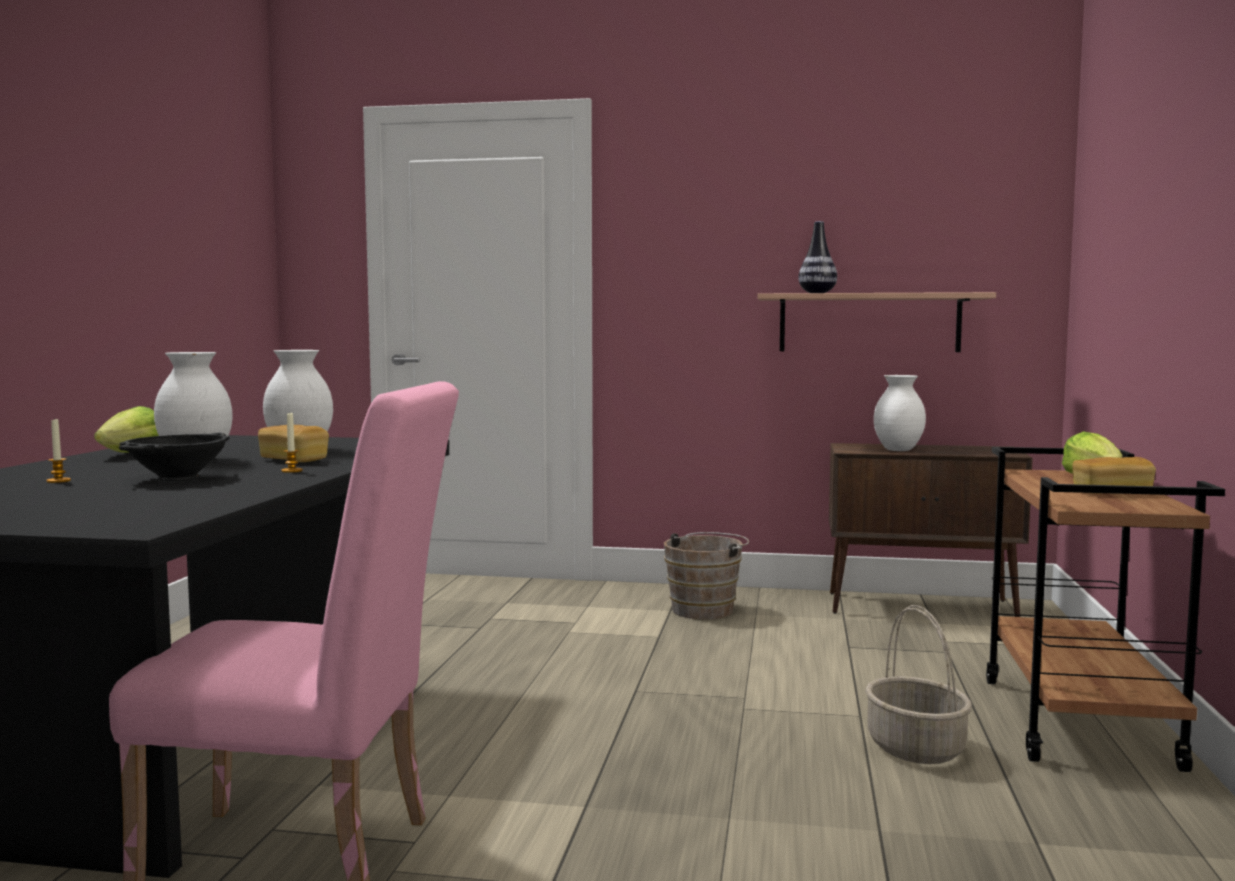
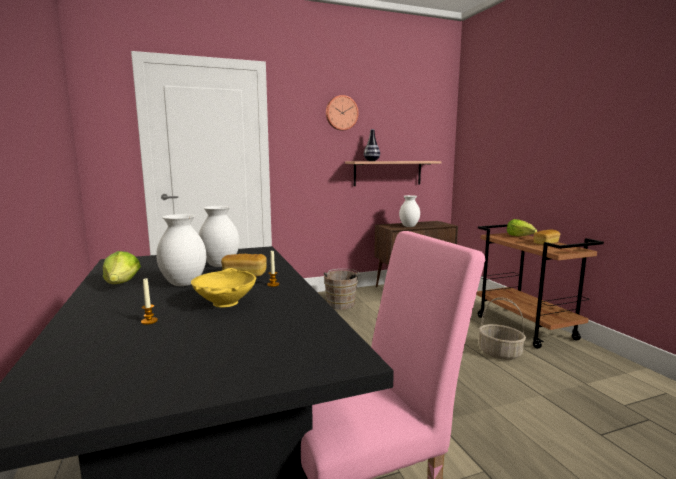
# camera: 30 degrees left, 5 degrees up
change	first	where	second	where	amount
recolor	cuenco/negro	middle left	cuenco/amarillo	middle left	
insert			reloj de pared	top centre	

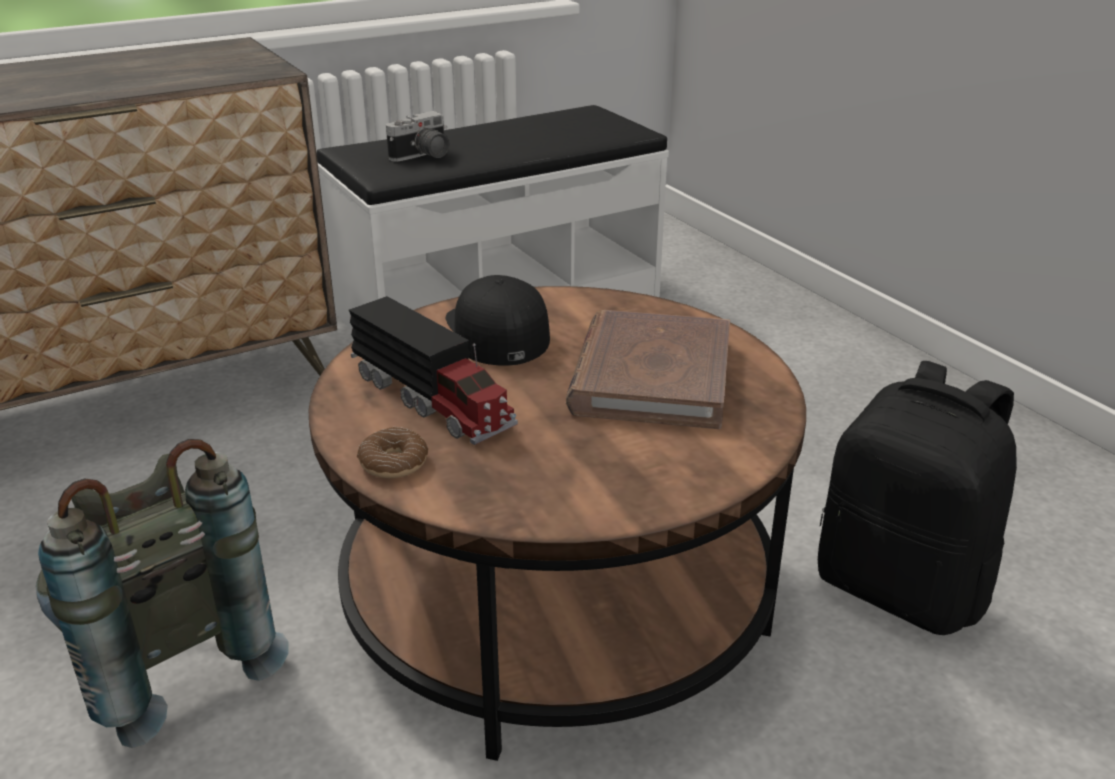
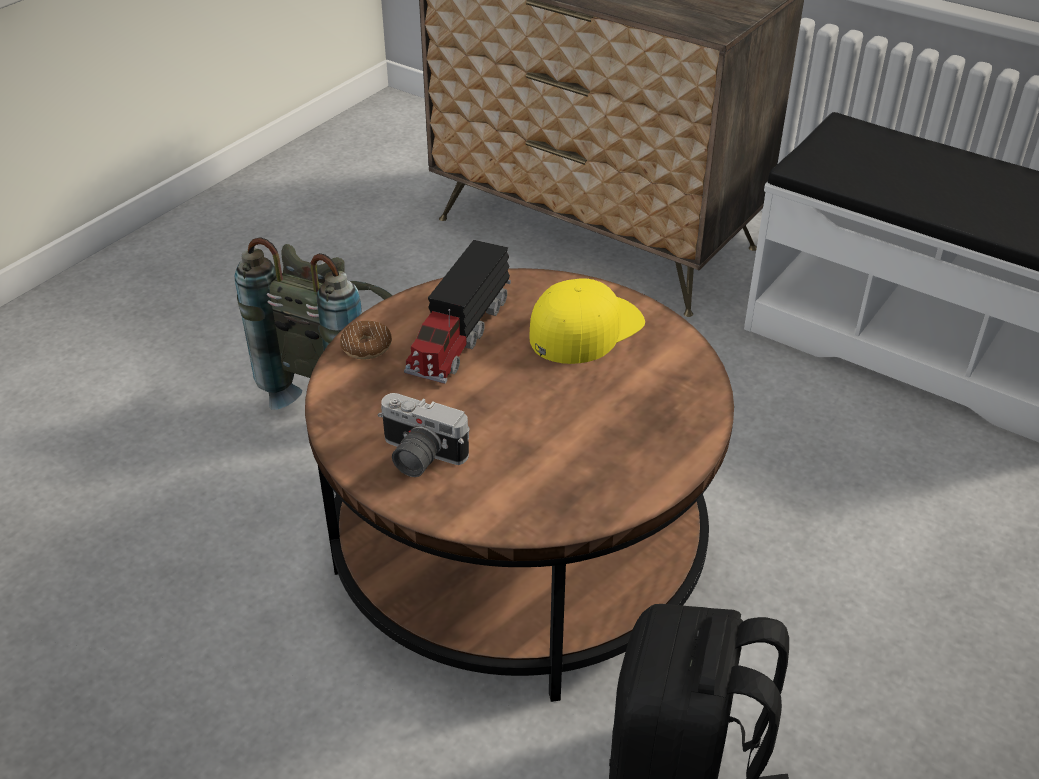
# camera: 65 degrees right, 10 degrees up
change	first	where	second	where	amount
move	cámara	top centre		centre	
recolor	gorra/negro	centre	gorra/amarillo	centre	
delete	libro/marrón	centre			

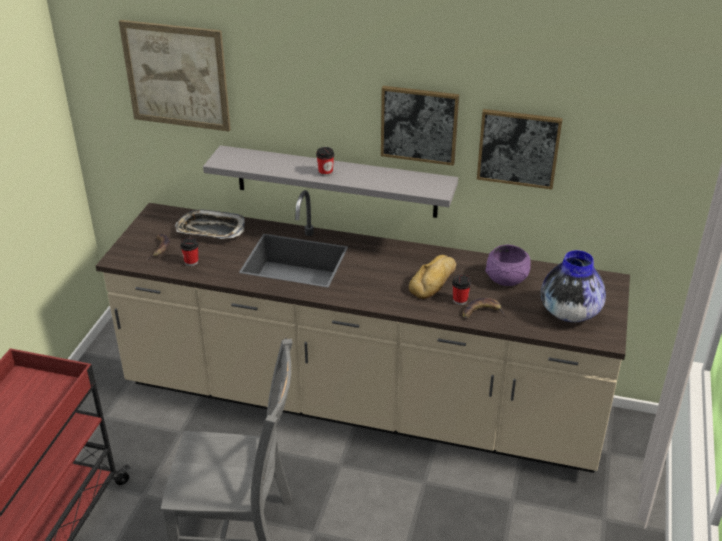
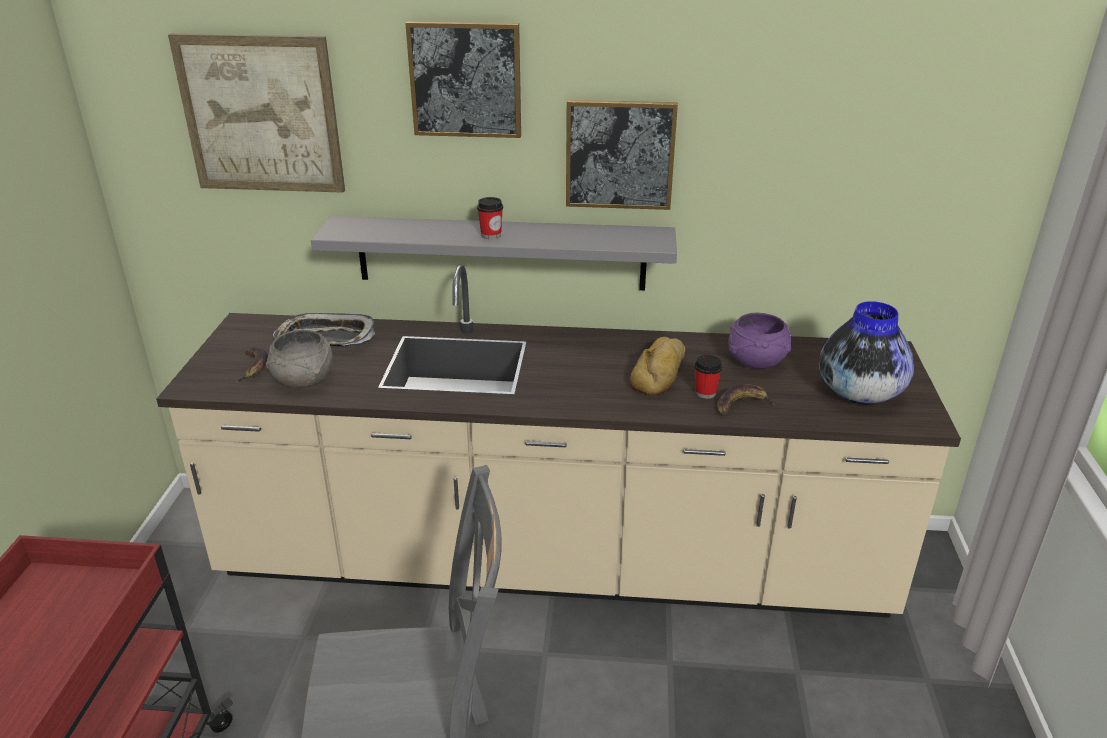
# camera: 10 degrees left, 5 degrees down
change	first	where	second	where	amount
replace	taza (1st from left)	middle left	cuenco/gris	middle left	
move	cuadro (3rd from left in the first image)	top right	cuadro (2nd from left)	top centre	

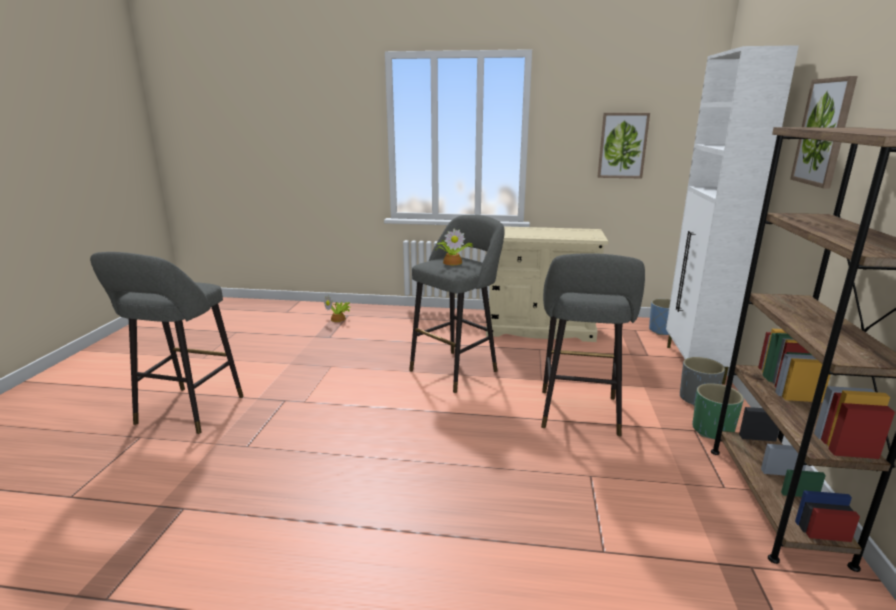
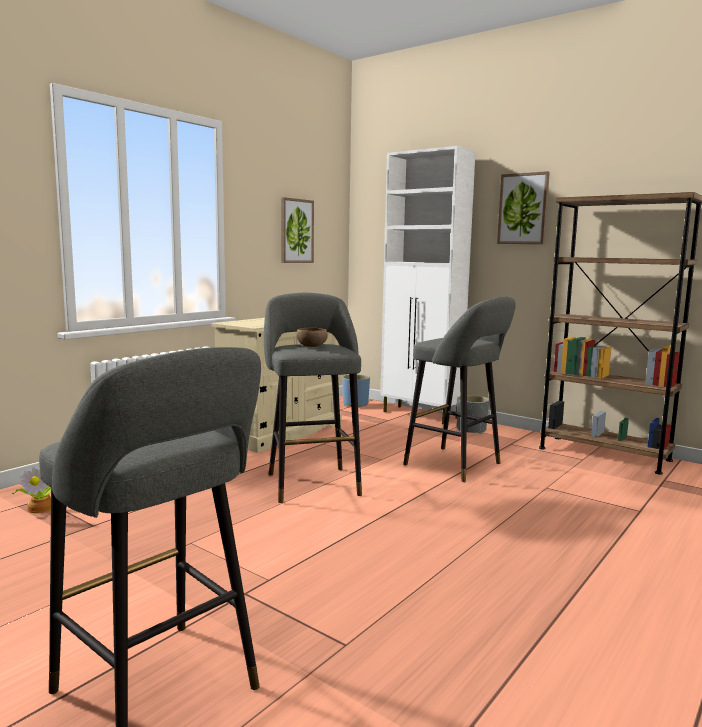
# camera: 60 degrees left, 10 degrees down
change	first	where	second	where	amount
replace	planta en maceta (2nd from left)	centre	cuenco/marrón	centre	
delete	maceta/verde	bottom right			

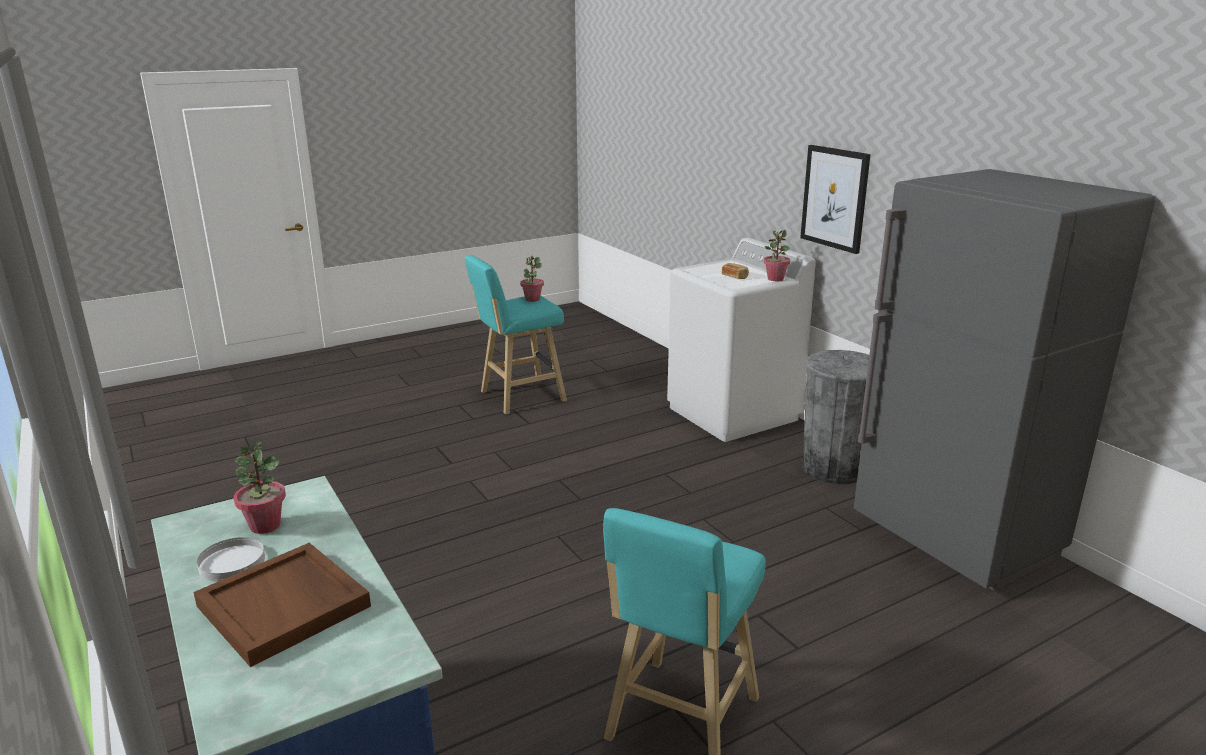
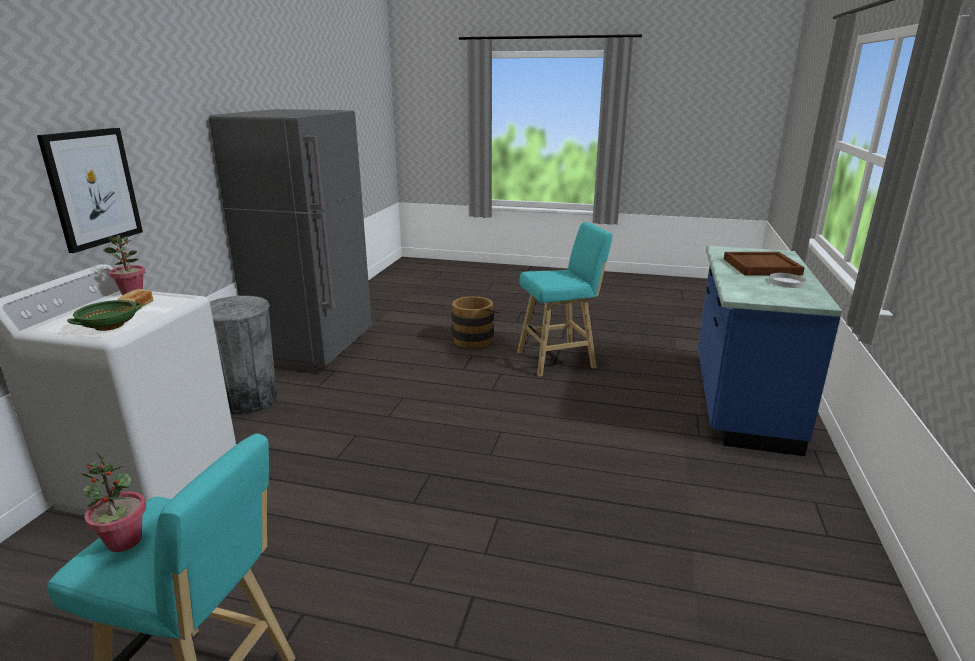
# camera: 135 degrees left, 0 degrees up
change	first	where	second	where	amount
delete	planta en maceta (1st from left)	middle left			
insert			cuenco/verde	middle left	
insert			cubo/marrón	centre	

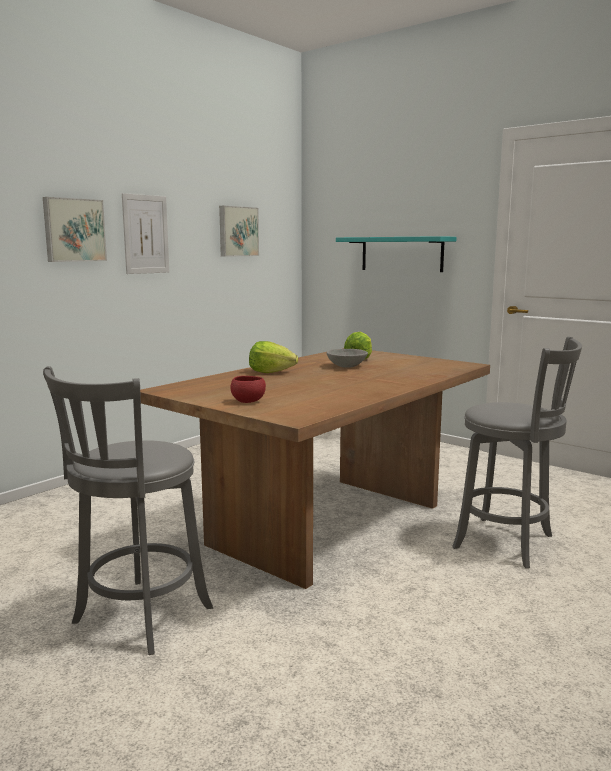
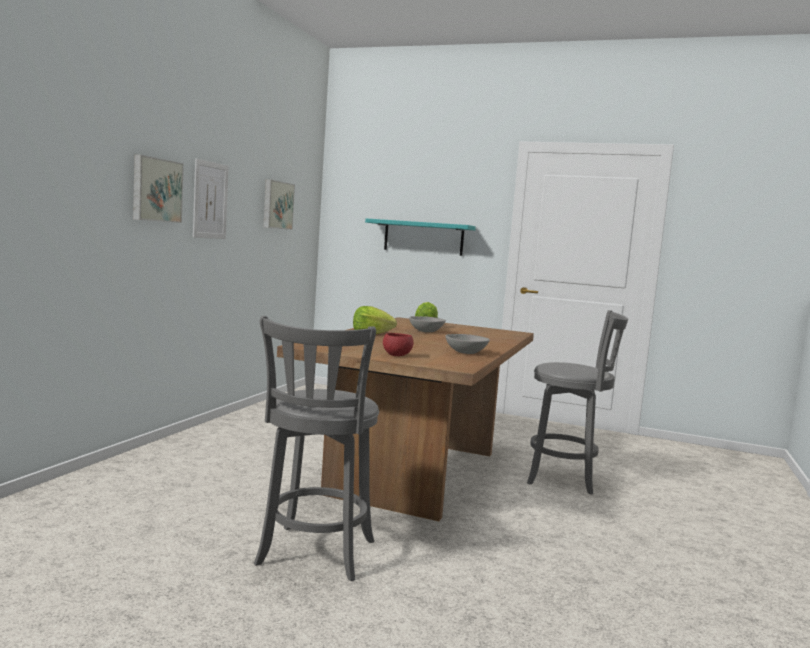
# camera: 20 degrees left, 5 degrees down
change	first	where	second	where	amount
insert			cuenco/gris (2nd from left)	centre	

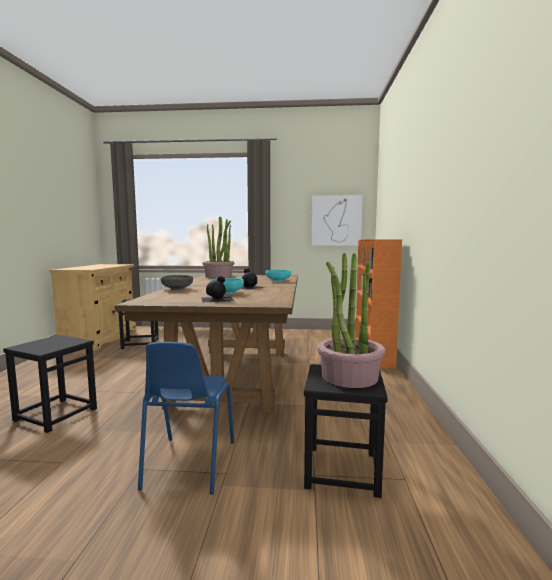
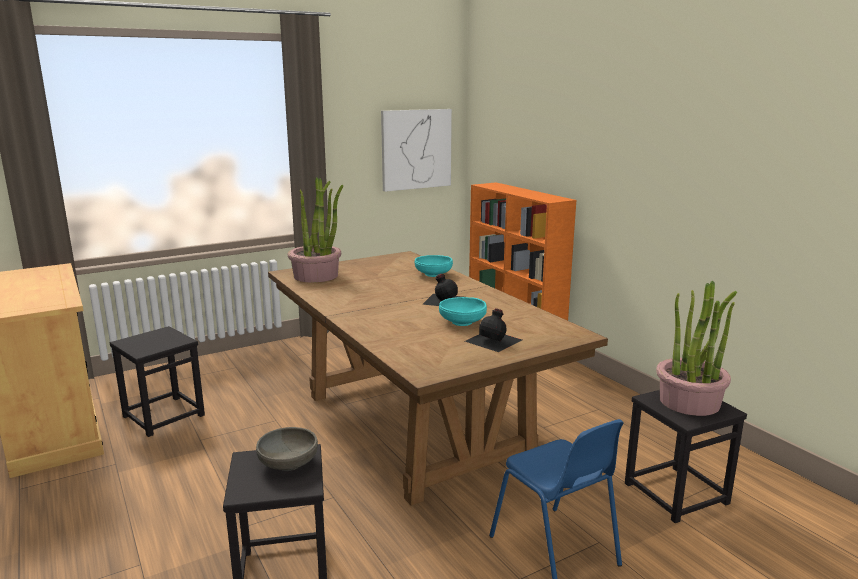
# camera: 35 degrees left, 10 degrees up
change	first	where	second	where	amount
move	cuenco/gris	middle left		bottom centre	

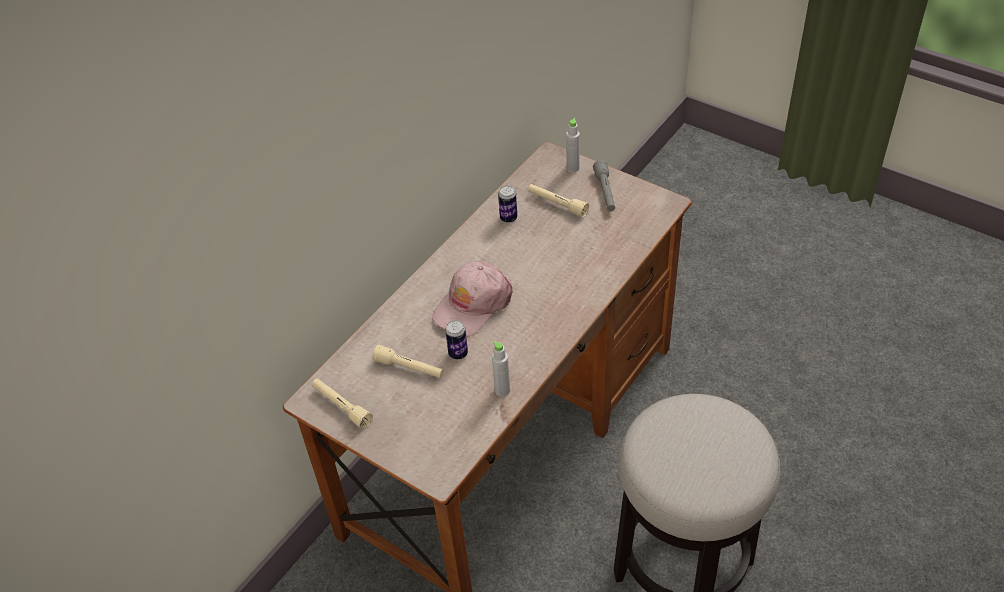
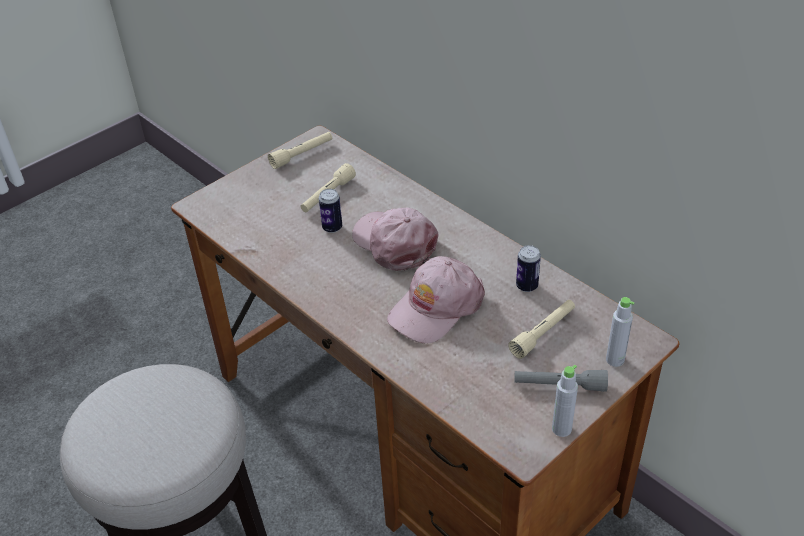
# camera: 100 degrees right, 5 degrees down
change	first	where	second	where	amount
move	botella/gris (1st from left)	centre		bottom right	
insert			gorra/rosa (2nd from left)	centre	

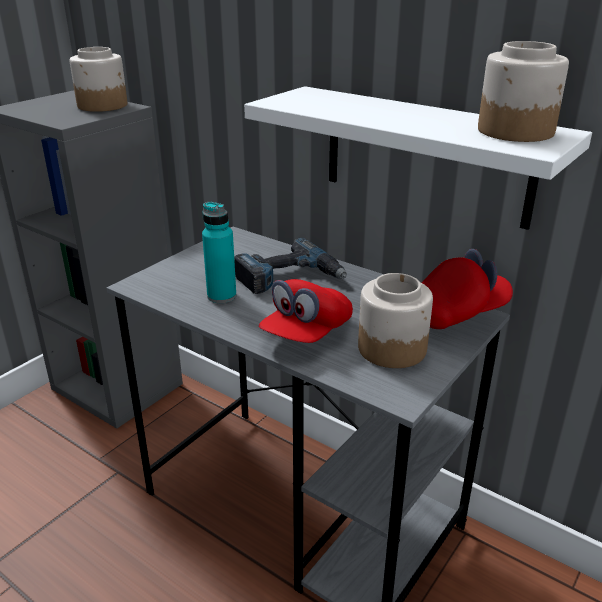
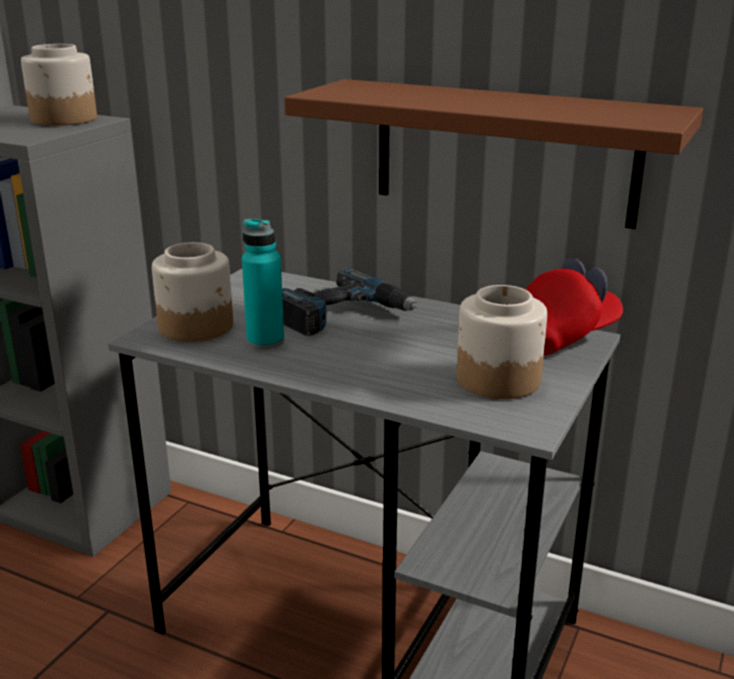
# camera: 10 degrees left, 5 degrees down
change	first	where	second	where	amount
recolor	estante/blanco	top right	estante/marrón	top right	
delete	gorra/rojo (1st from left)	centre			
move	tarro (3rd from left in the first image)	top right	tarro (2nd from left)	middle left	

